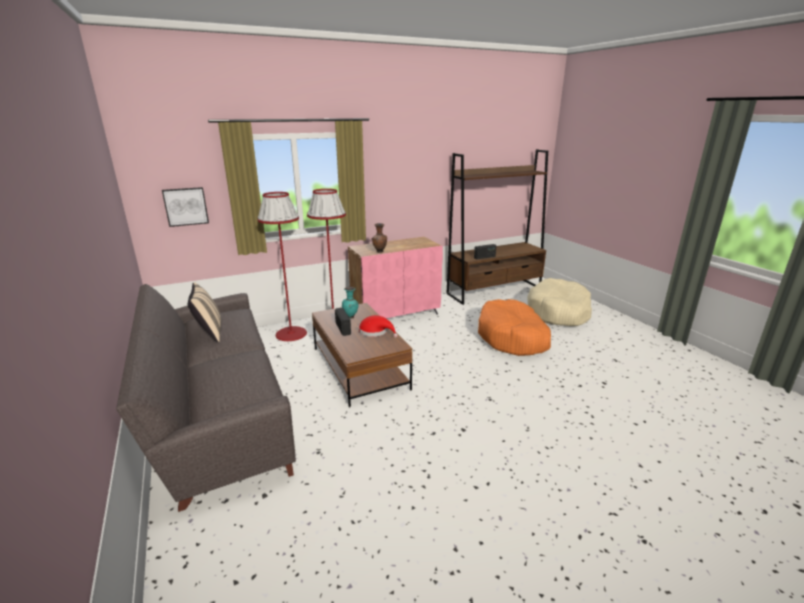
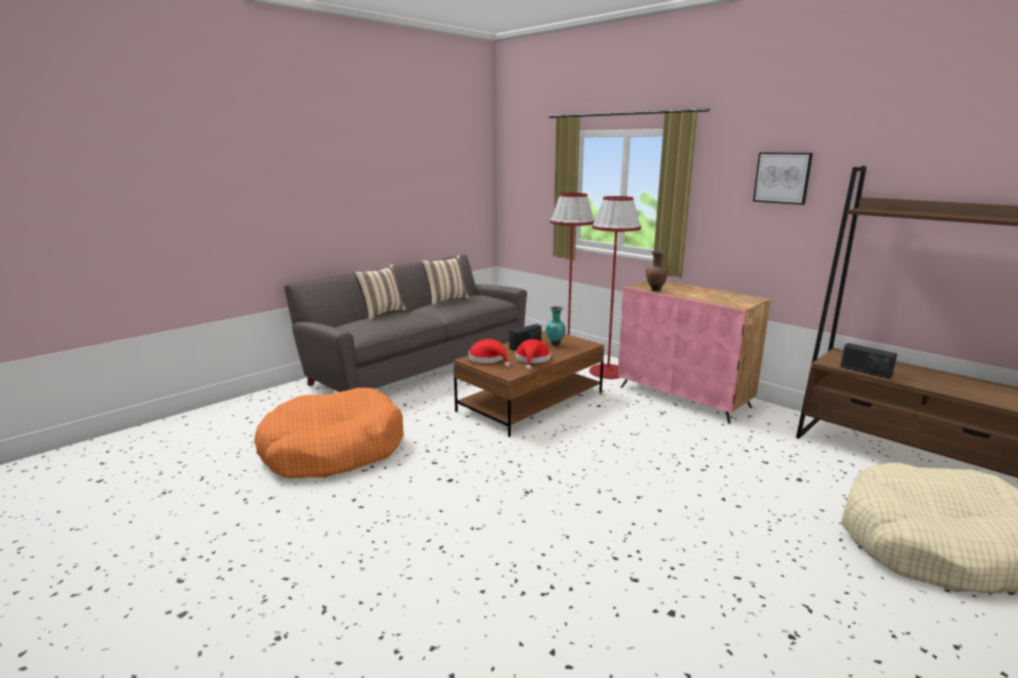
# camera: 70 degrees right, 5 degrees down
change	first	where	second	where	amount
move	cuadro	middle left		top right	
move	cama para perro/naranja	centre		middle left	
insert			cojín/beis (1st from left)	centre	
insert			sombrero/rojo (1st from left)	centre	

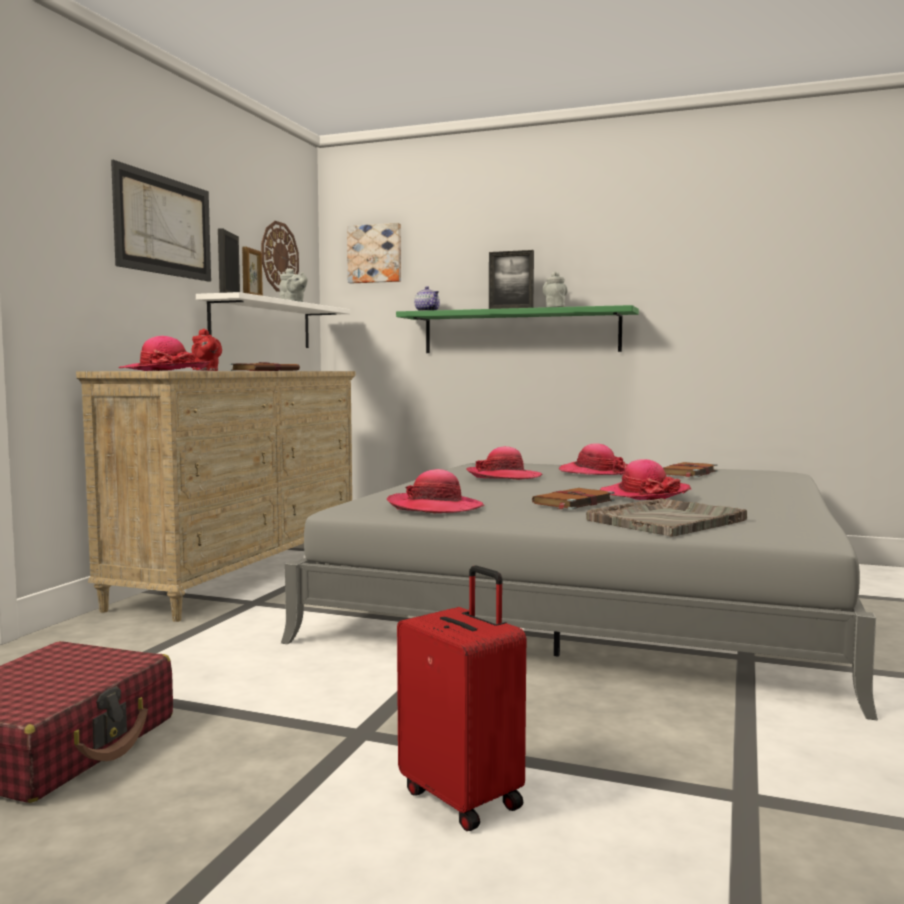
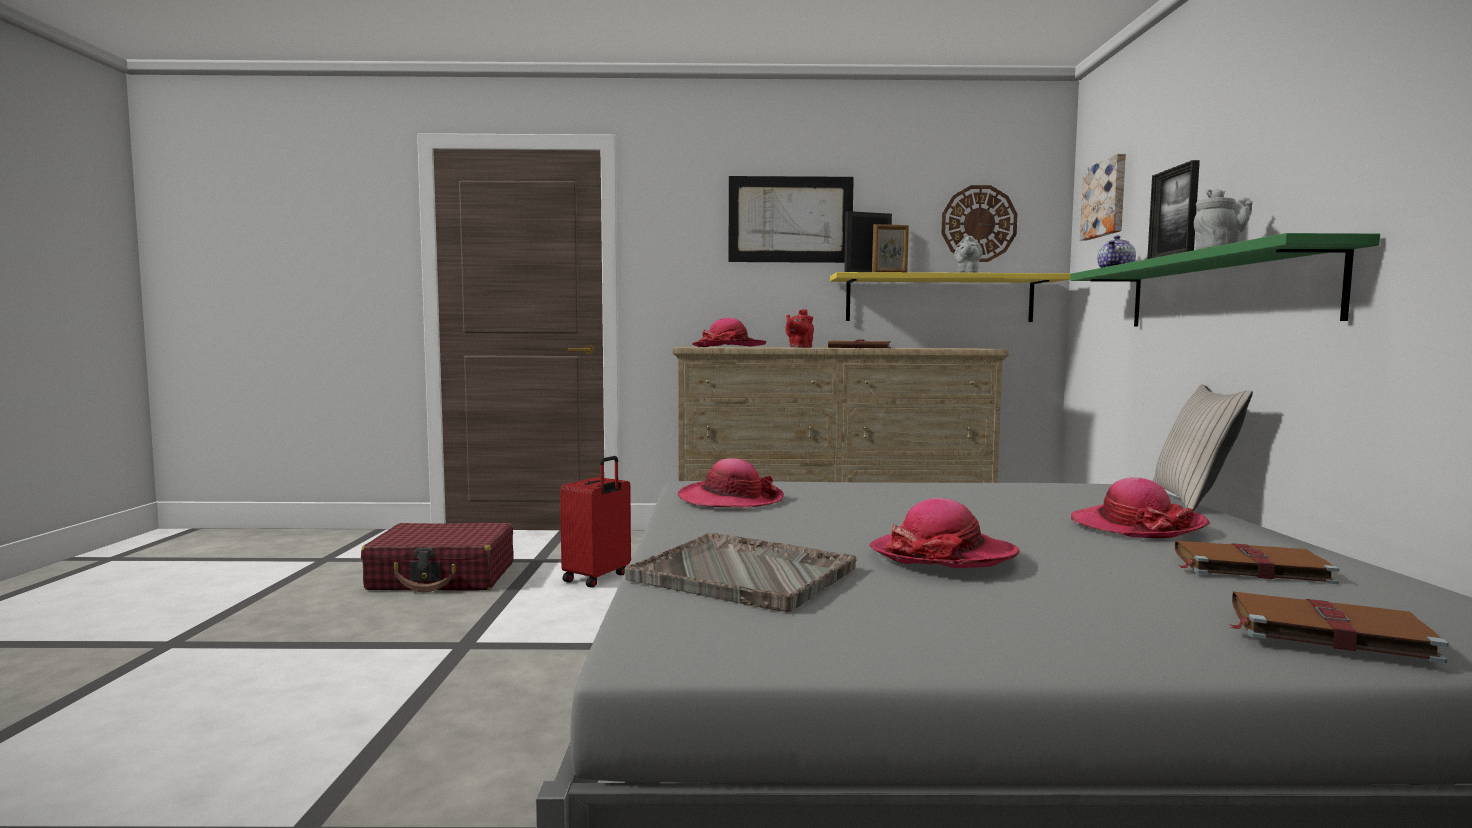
# camera: 70 degrees right, 0 degrees up
change	first	where	second	where	amount
recolor	estante/blanco	middle left	estante/amarillo	centre	
move	maleta/rojo (2nd from left)	bottom centre		centre	
delete	sombrero (3rd from left)	centre			
move	libro/marrón (2nd from left in the first image)	centre	libro/marrón (3rd from left)	bottom right	
insert			cojín/beis	middle right	

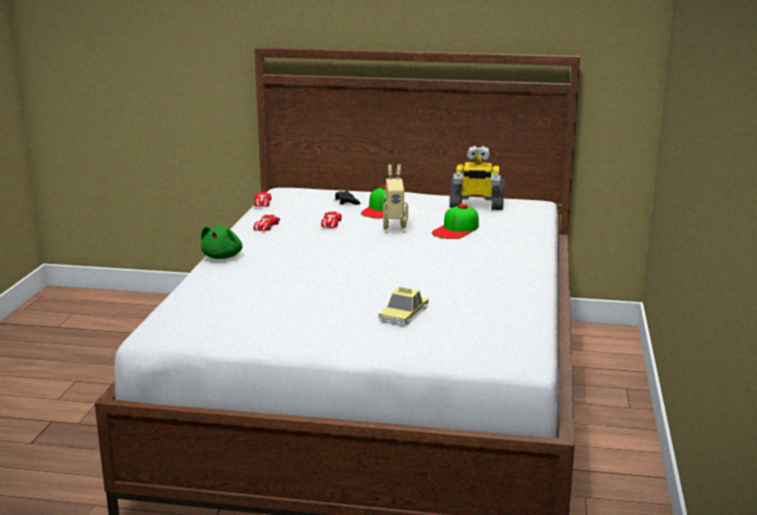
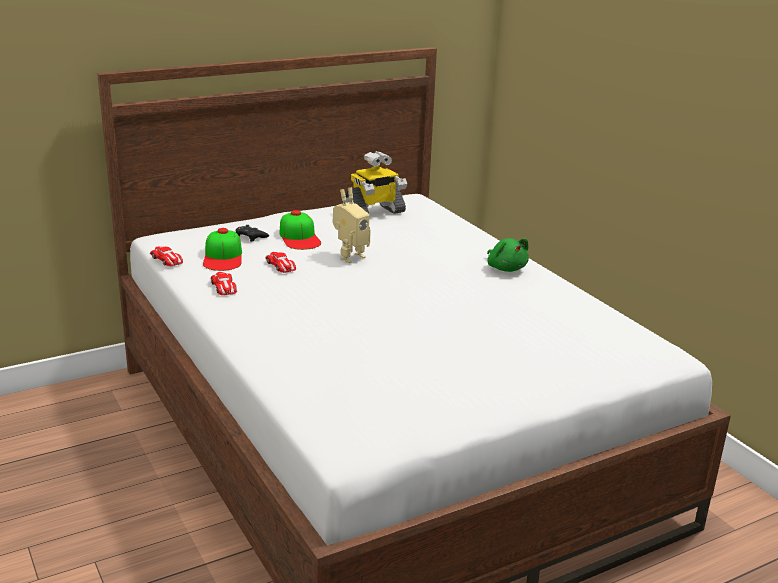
# camera: 40 degrees left, 5 degrees up
change	first	where	second	where	amount
move	peluche/verde	middle left		centre	
delete	coche de juguete (4th from left)	centre			
move	gorra (2nd from left in the first image)	centre	gorra (1st from left)	middle left	

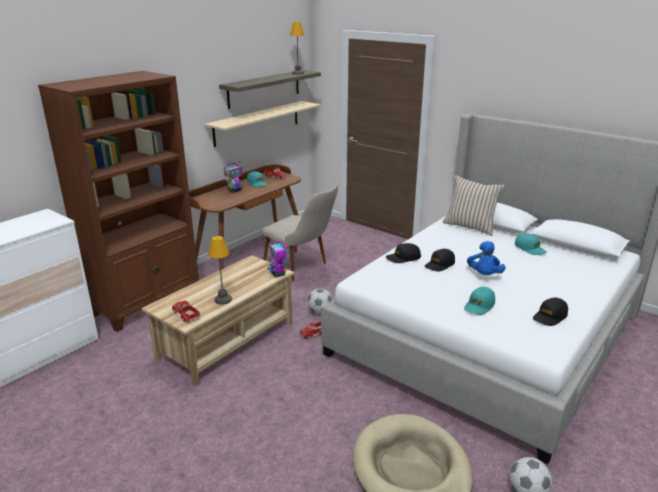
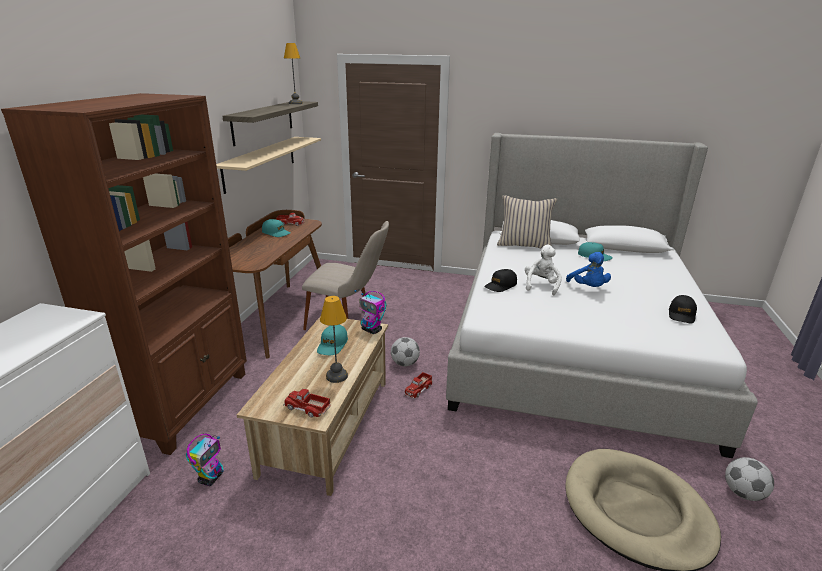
# camera: 25 degrees left, 0 degrees up
change	first	where	second	where	amount
move	robot de juguete (1st from left)	centre		bottom left	
replace	gorra/negro (2nd from left)	middle right	peluche/blanco	centre	
move	gorra/turquesa (2nd from left)	middle right		centre	

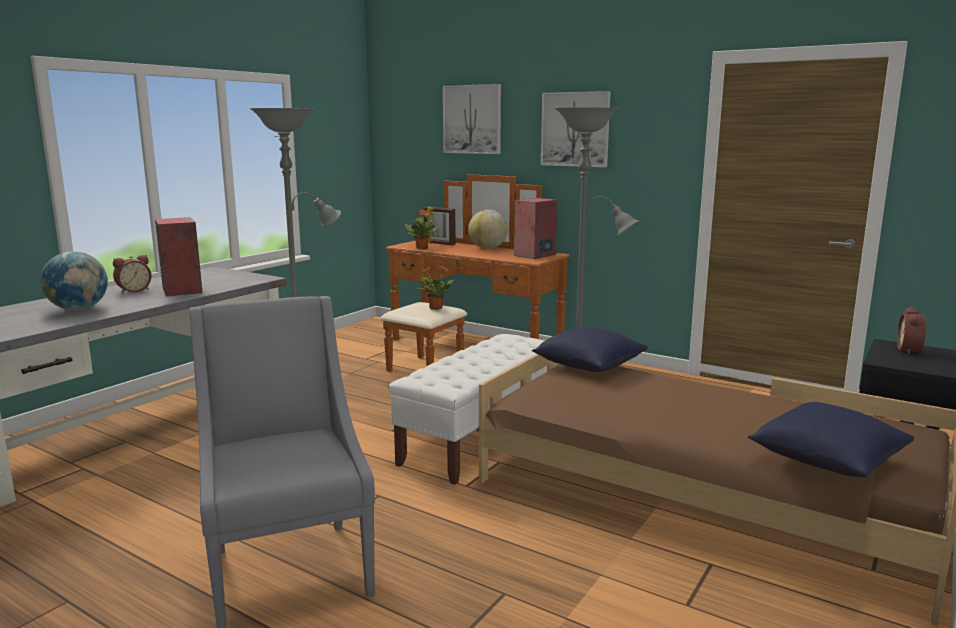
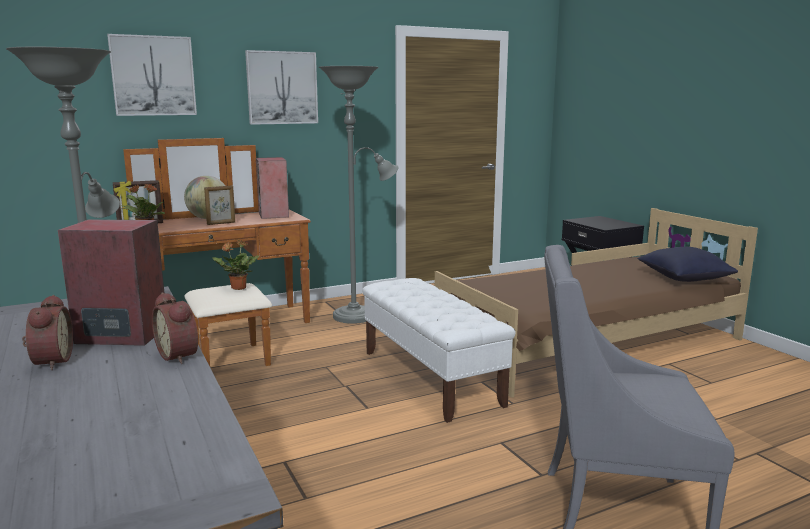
# camera: 60 degrees left, 0 degrees up
change	first	where	second	where	amount
delete	globo terráqueo (1st from left)	middle left			
delete	cojín/azul (1st from left)	centre			
move	despertador (2nd from left)	middle right		middle left	
insert			portarretratos (2nd from left)	middle left	

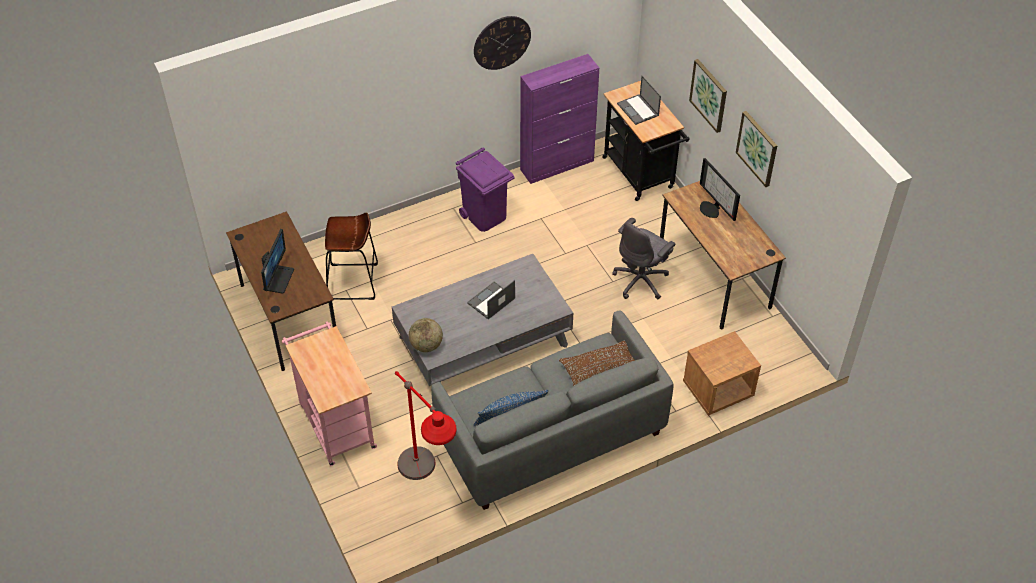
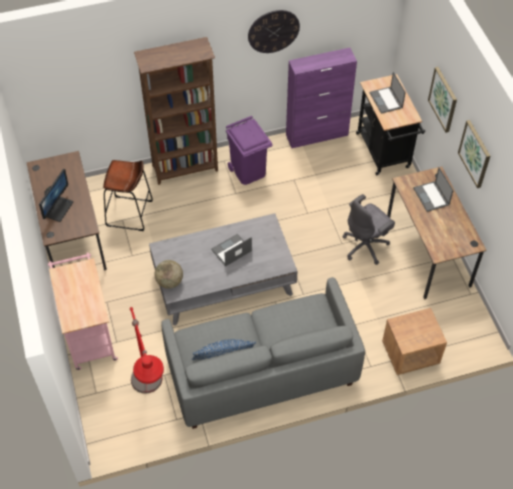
# camera: 10 degrees right, 5 degrees up
change	first	where	second	where	amount
delete	cojín/marrón	centre			
replace	monitor (2nd from left)	top right	portátil (3rd from left)	middle right	
insert			estantería/marrón	top centre	

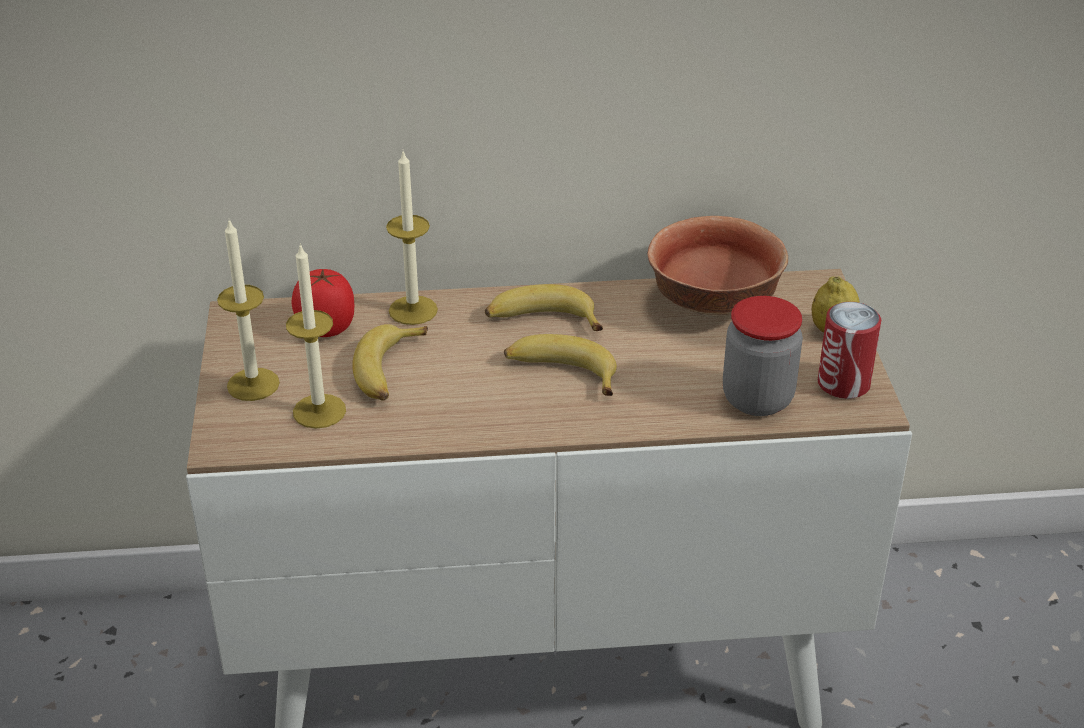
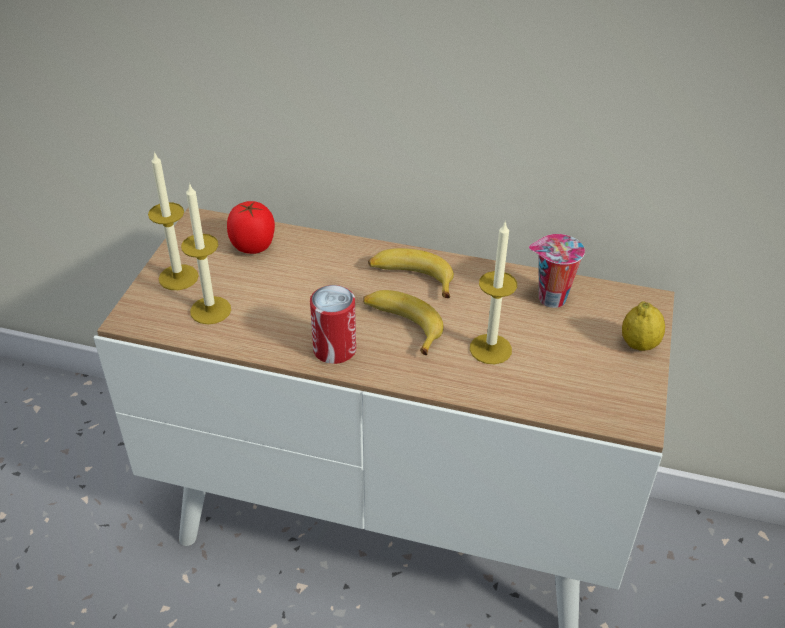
# camera: 20 degrees right, 5 degrees up
change	first	where	second	where	amount
delete	plátano (1st from left)	centre			
move	vela (3rd from left)	top centre		centre	
replace	cuenco	centre	taza	middle right	
delete	tarro	middle right			
move	lata	middle right		centre	

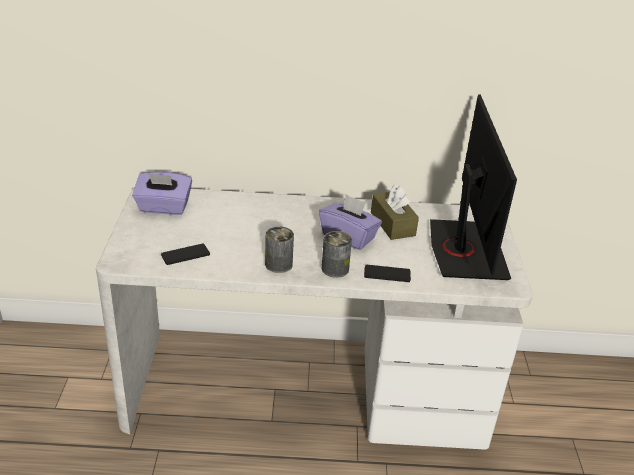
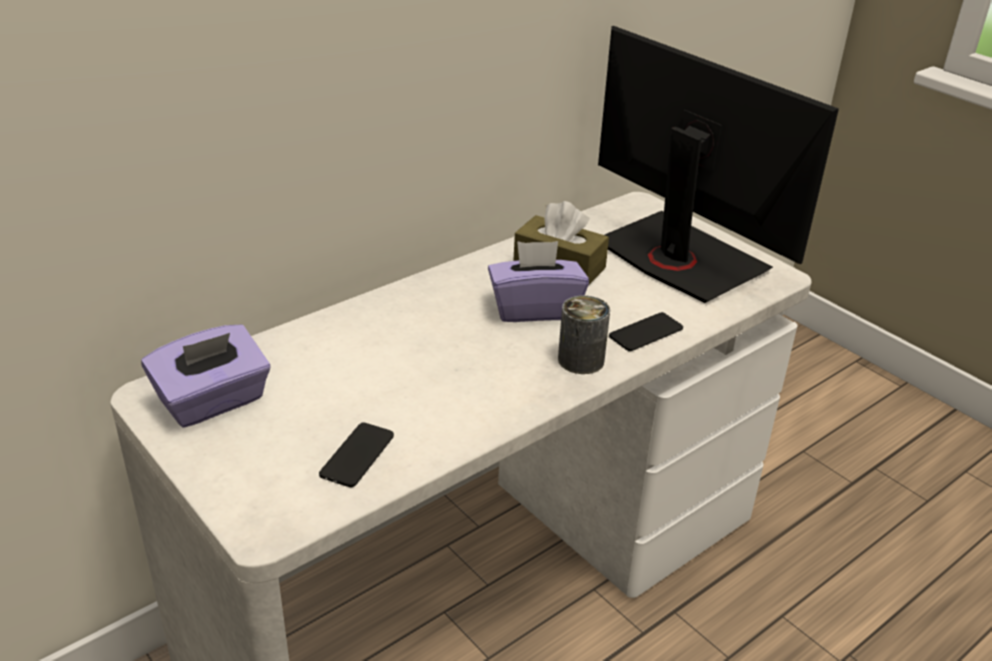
# camera: 40 degrees left, 0 degrees up
change	first	where	second	where	amount
delete	lata (1st from left)	centre			

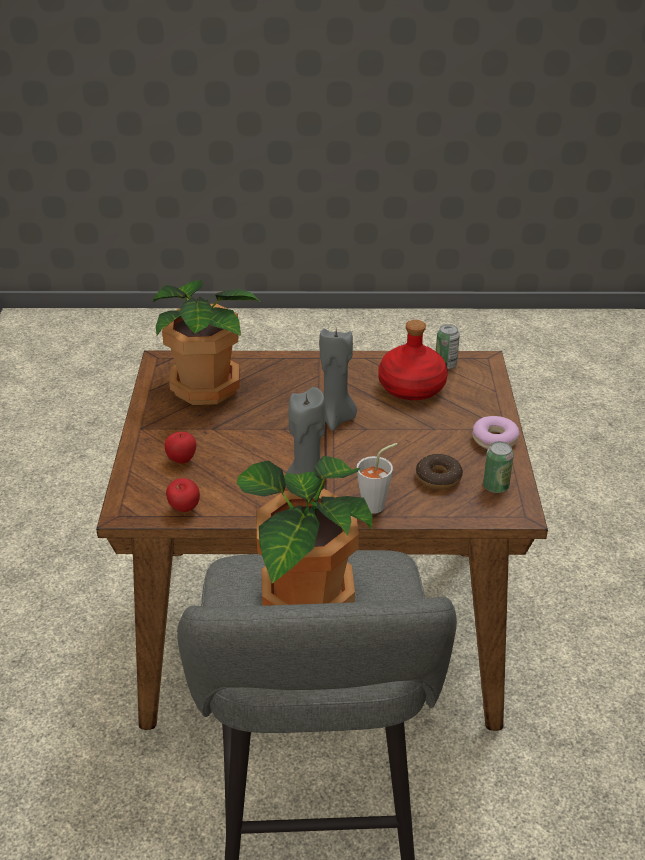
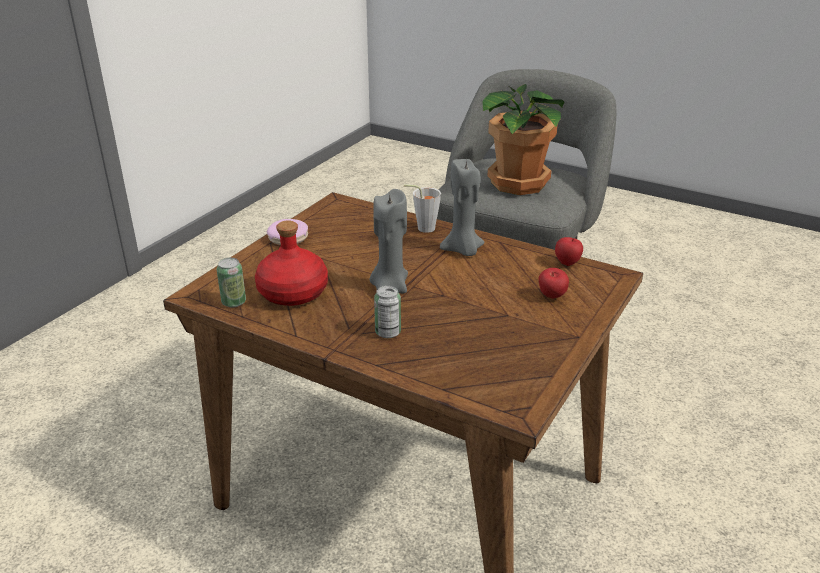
# camera: 150 degrees left, 5 degrees down
change	first	where	second	where	amount
delete	planta en maceta (1st from left)	middle left			
delete	rosquilla (1st from left)	middle right			
move	lata (2nd from left)	middle right		centre	

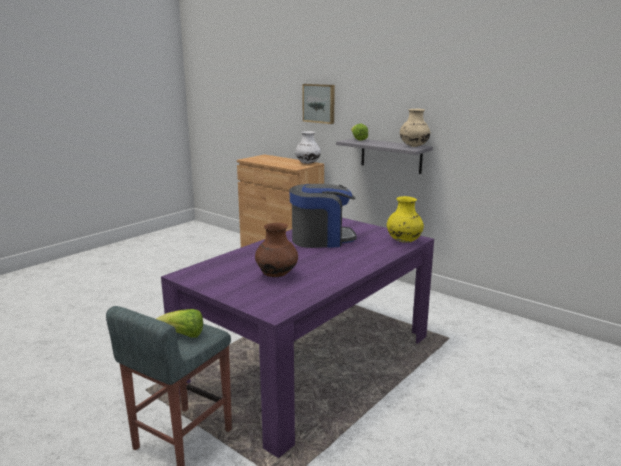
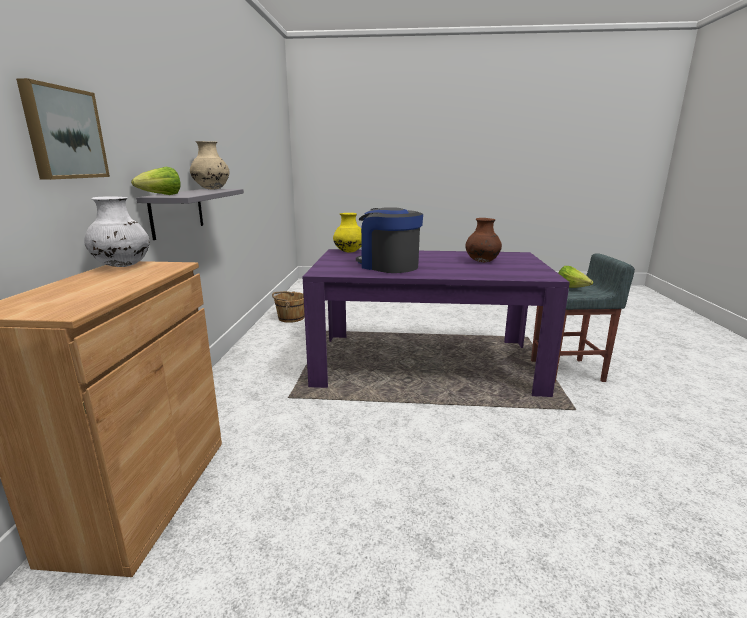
# camera: 125 degrees left, 0 degrees up
change	first	where	second	where	amount
insert			cubo/marrón	centre	

